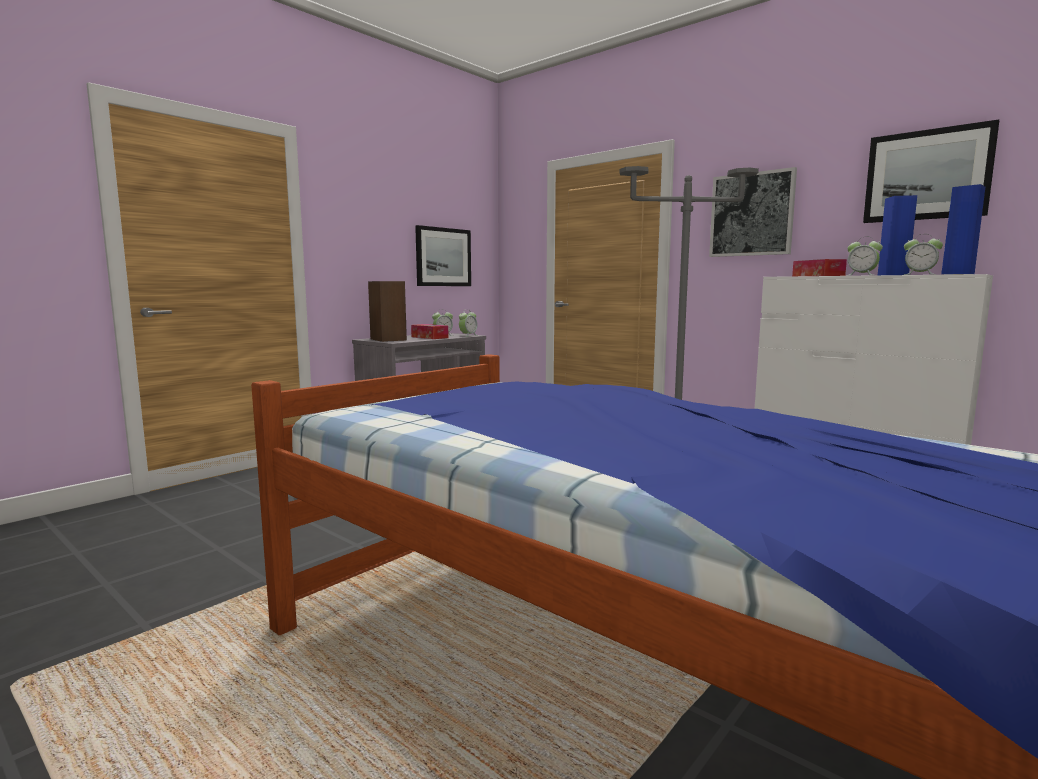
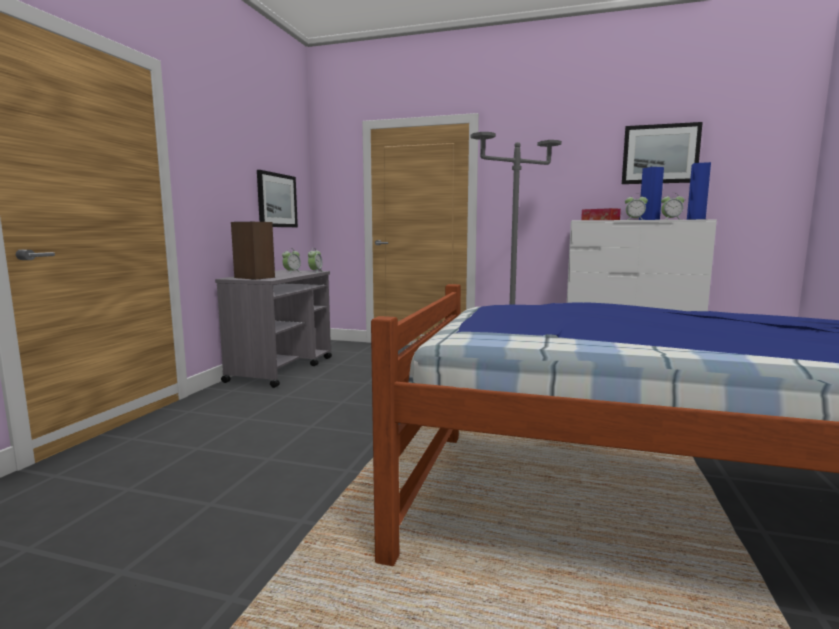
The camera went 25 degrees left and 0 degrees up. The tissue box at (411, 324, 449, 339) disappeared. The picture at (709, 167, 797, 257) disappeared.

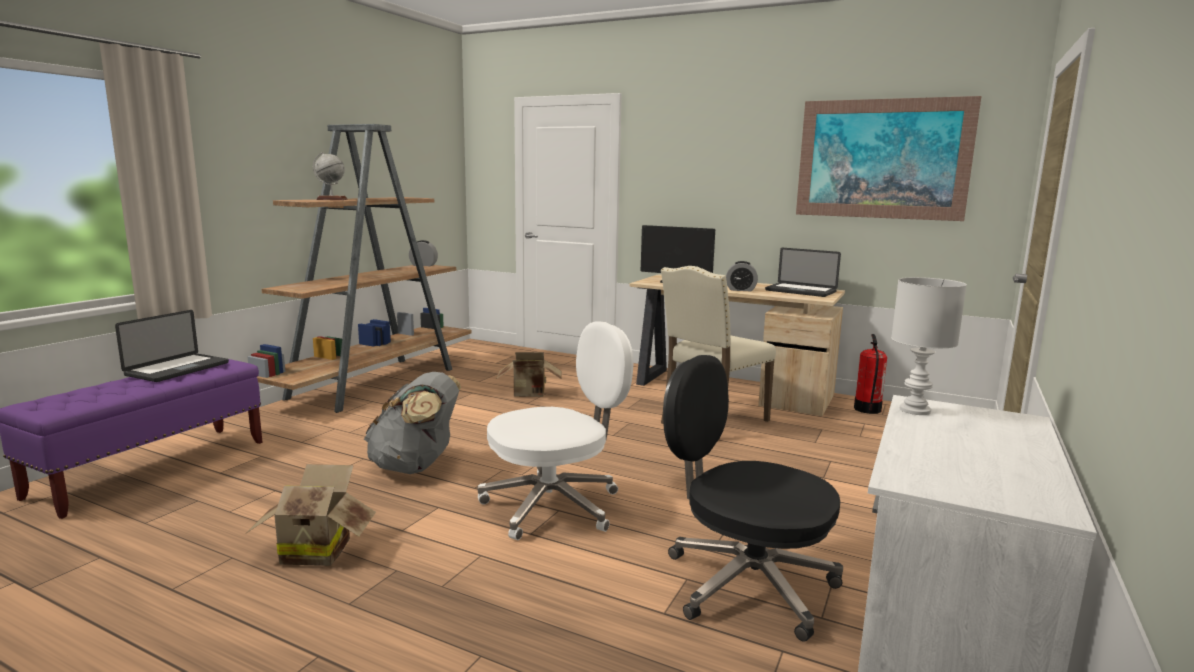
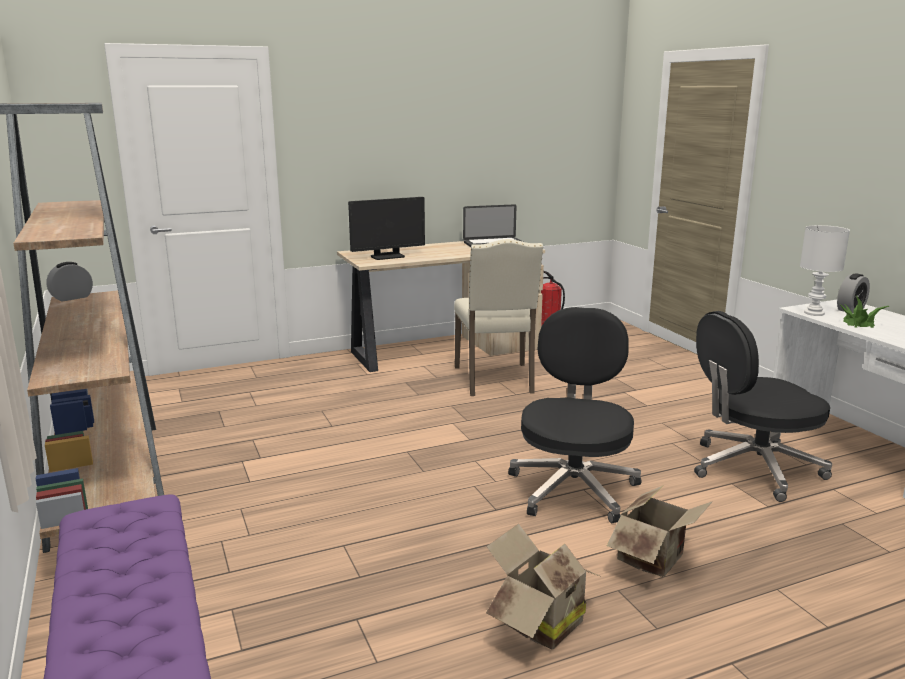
The camera went 50 degrees left and 5 degrees up. The white office chair at (477, 322, 633, 540) became the black office chair at (508, 307, 641, 523). The cardboard box moved from (497, 352, 562, 397) to (607, 485, 713, 577). The alarm clock moved from (726, 261, 758, 291) to (837, 273, 870, 313). The potted plant at (839, 296, 889, 328) appeared. The laptop at (115, 310, 229, 382) disappeared. The globe at (313, 152, 348, 200) disappeared. The grey backpack at (364, 372, 461, 474) disappeared. The picture at (796, 96, 981, 221) disappeared.

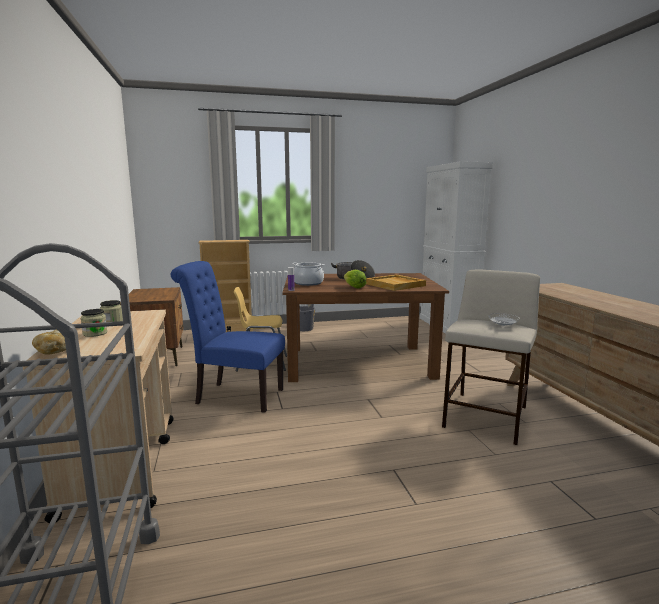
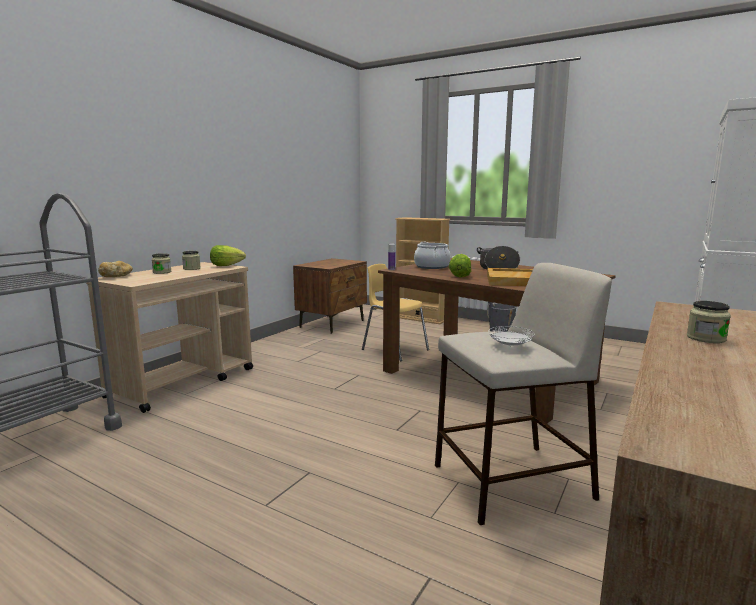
The camera went 45 degrees right and 0 degrees up. The lettuce at (210, 245, 246, 266) appeared. The jar at (687, 301, 731, 343) appeared. The blue chair at (171, 261, 285, 413) disappeared.

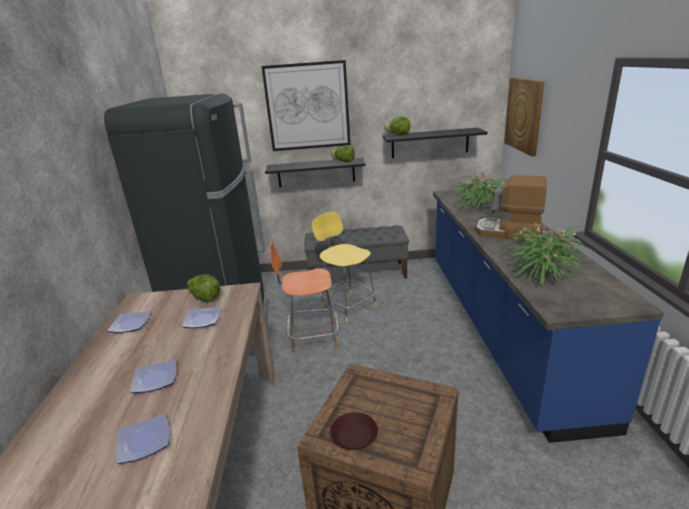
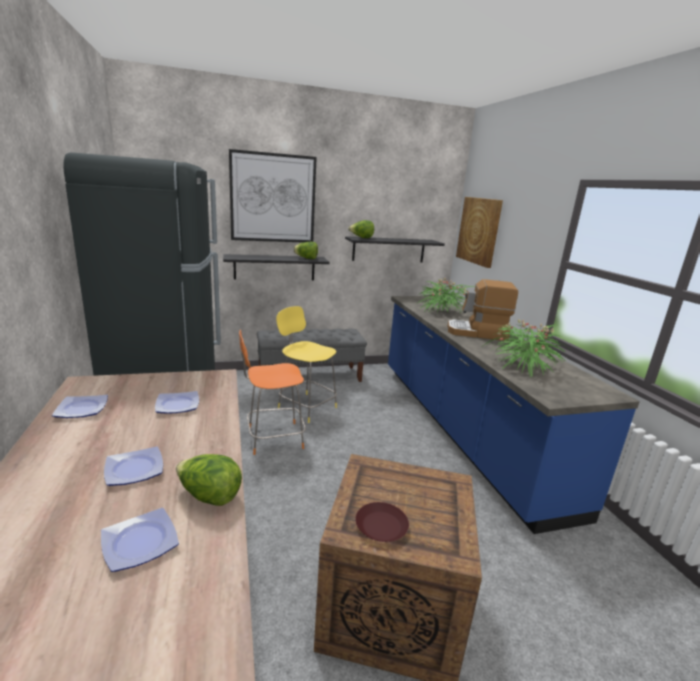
The camera went 15 degrees left and 5 degrees down. The lettuce moved from (187, 274, 220, 302) to (176, 454, 242, 506).

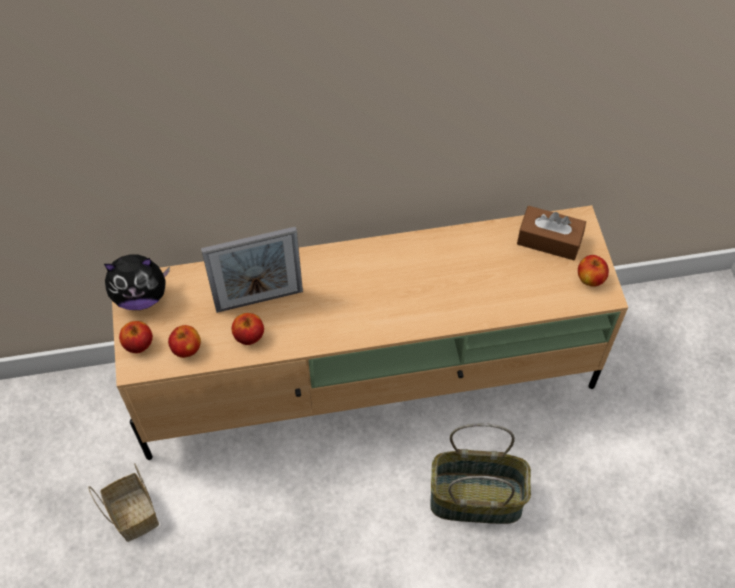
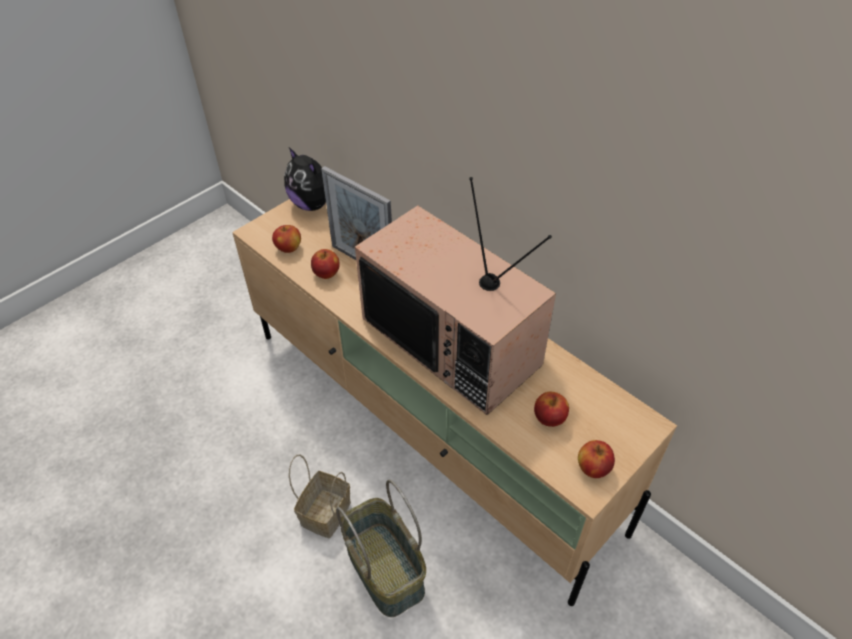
The camera went 55 degrees right and 10 degrees down. The basket moved from (88, 463, 159, 542) to (289, 454, 351, 538). The television at (355, 177, 556, 415) appeared. The apple moved from (119, 321, 153, 353) to (534, 392, 569, 427). The brown tissue box at (517, 206, 586, 260) disappeared.

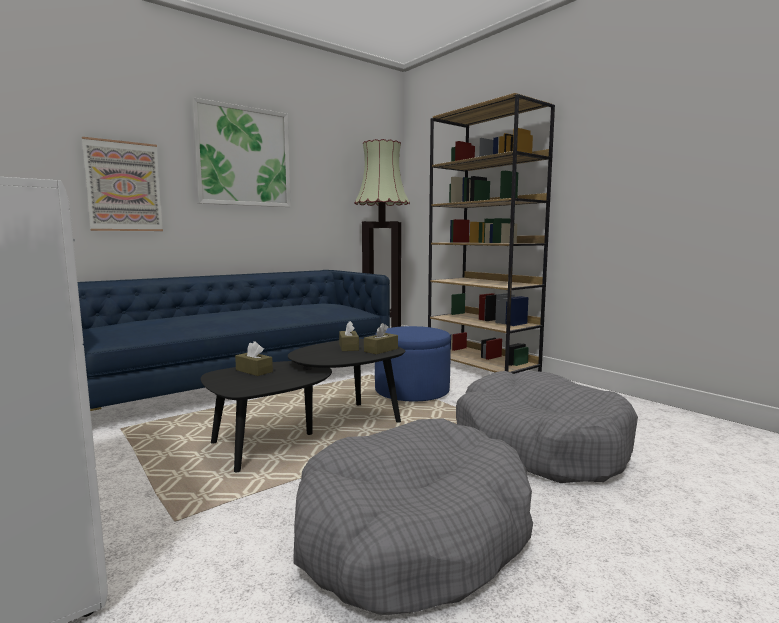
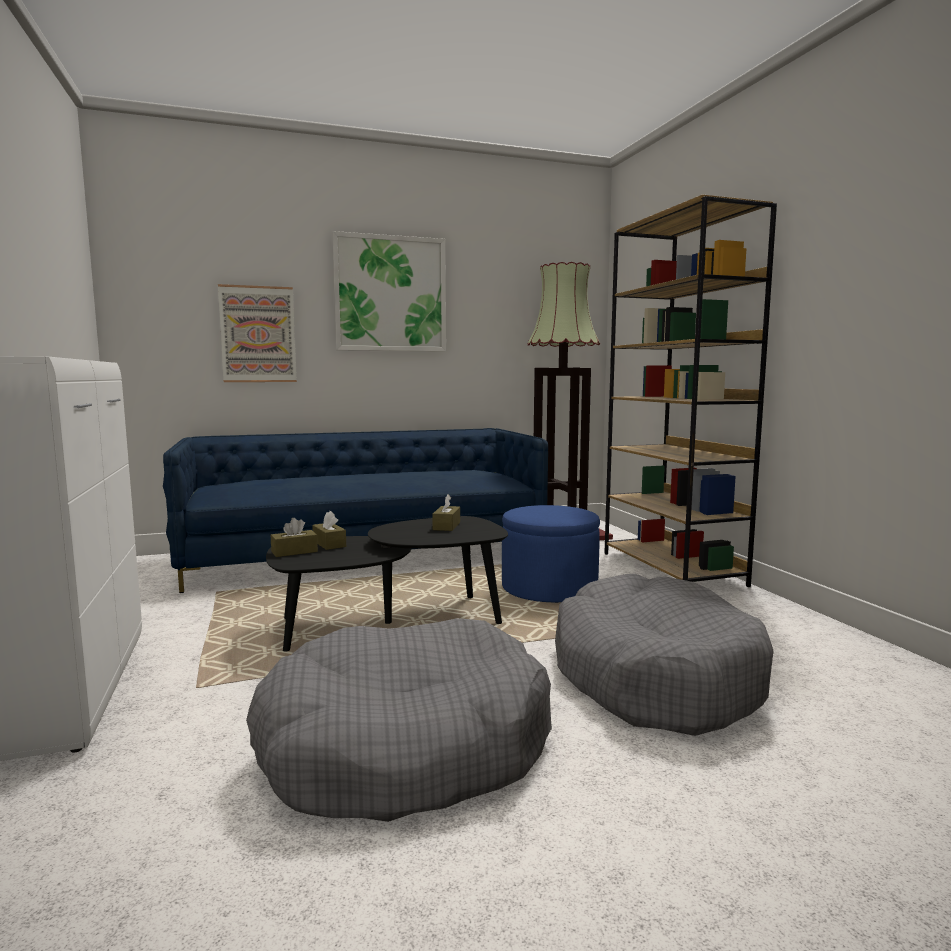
The camera went 20 degrees right and 0 degrees up. The brown tissue box moved from (364, 323, 398, 354) to (271, 517, 318, 557).

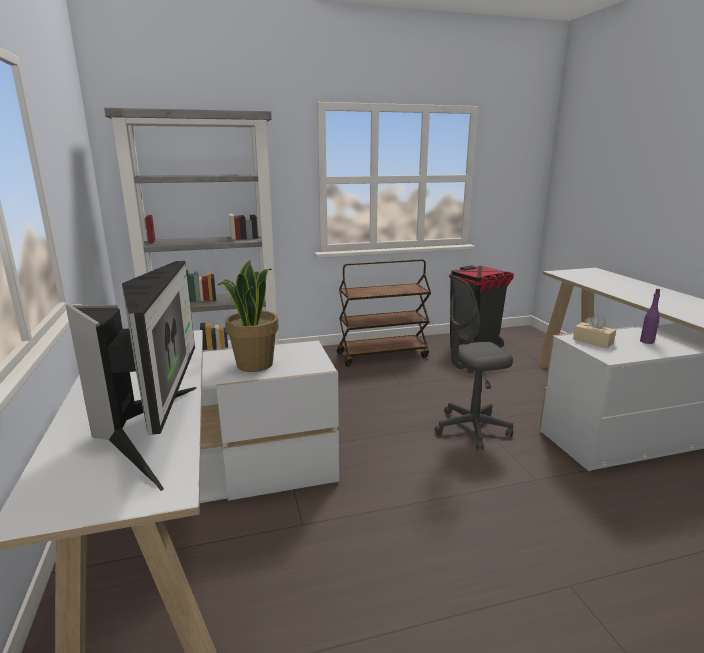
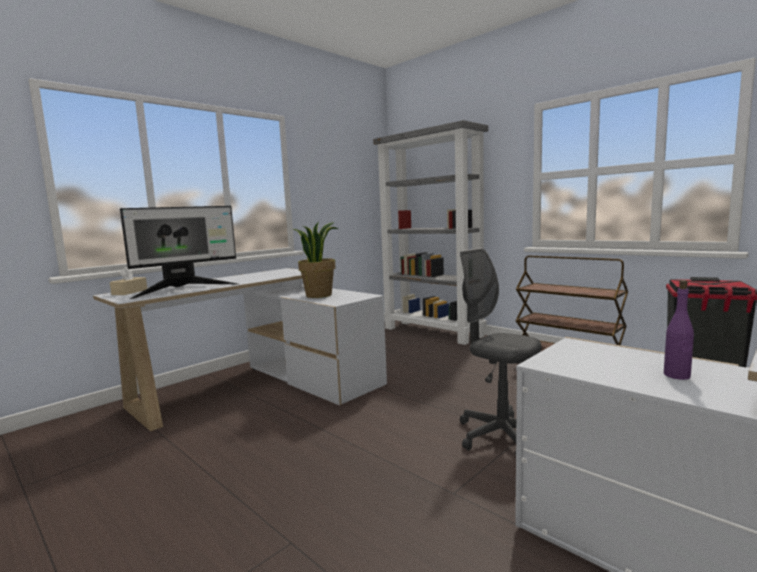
The camera went 60 degrees right and 10 degrees down. The beige tissue box moved from (573, 315, 616, 348) to (110, 267, 147, 295).

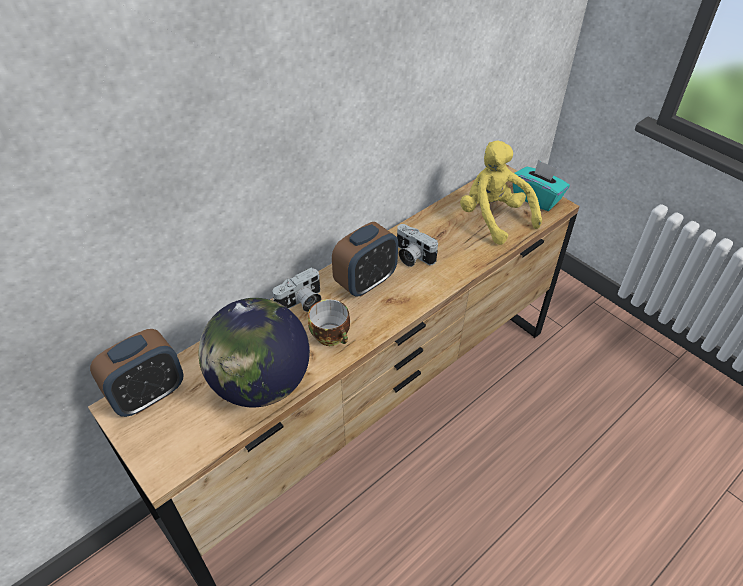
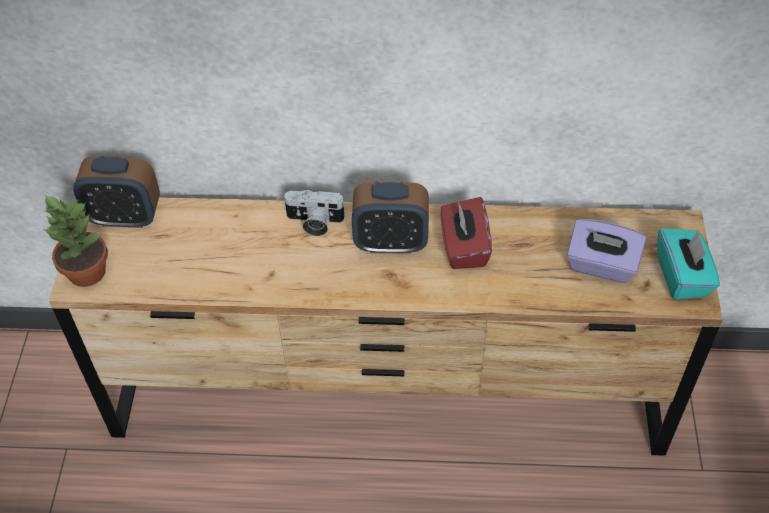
The camera went 45 degrees right and 5 degrees up. The potted plant at (42, 195, 108, 287) appeared. The photo camera at (397, 224, 438, 267) was replaced by the red tissue box at (441, 197, 492, 269). The yellow plush toy at (460, 140, 542, 245) was replaced by the purple tissue box at (567, 219, 646, 283). The globe at (199, 298, 310, 407) disappeared. The cup at (308, 299, 350, 346) disappeared.

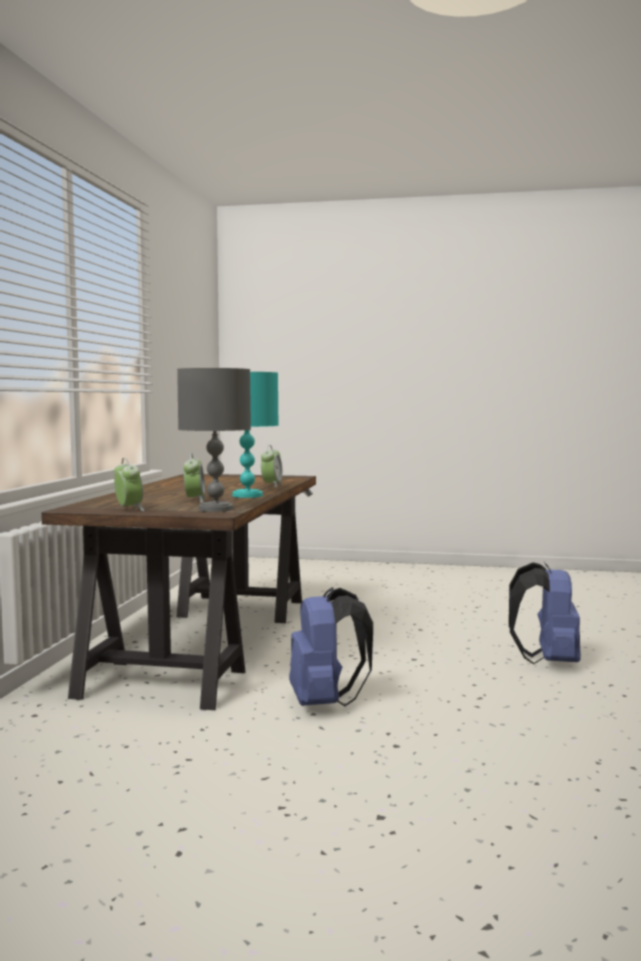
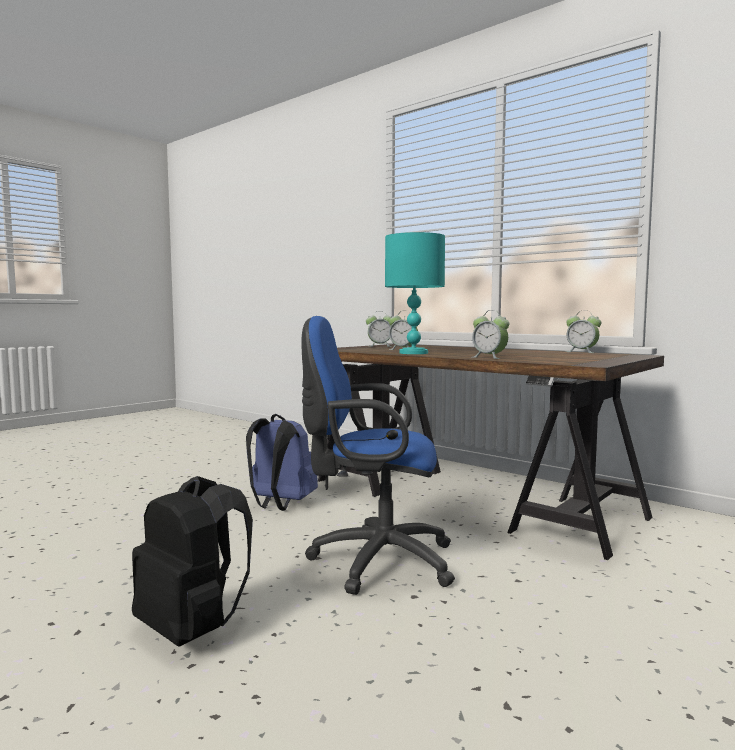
The camera went 120 degrees right and 0 degrees up. The blue backpack at (509, 562, 581, 664) became the black backpack at (132, 476, 253, 647). The blue office chair at (302, 316, 455, 595) appeared. The alarm clock at (566, 310, 602, 353) appeared. The grey table lamp at (177, 368, 251, 512) disappeared.

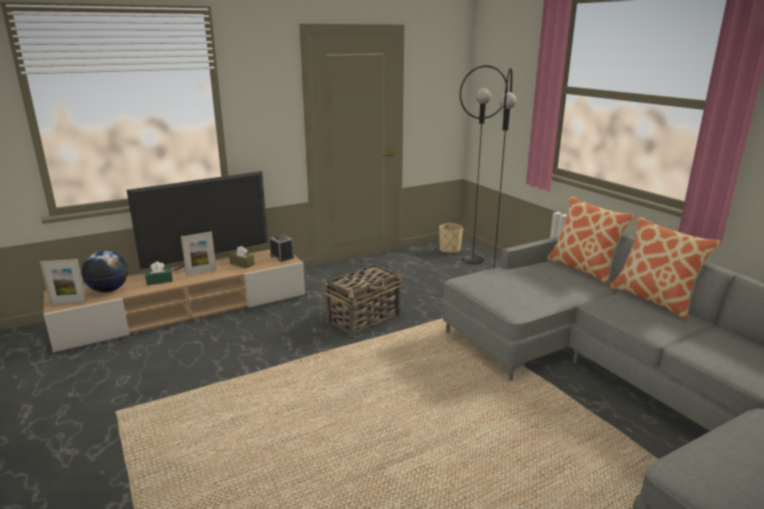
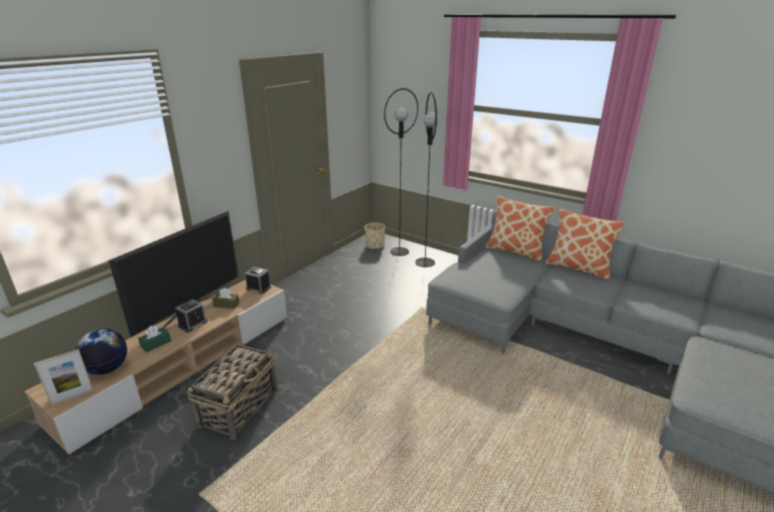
The camera went 25 degrees left and 5 degrees up. The picture frame at (181, 232, 217, 276) was replaced by the alarm clock at (175, 299, 208, 332). The basket moved from (323, 264, 402, 337) to (187, 344, 277, 440).

